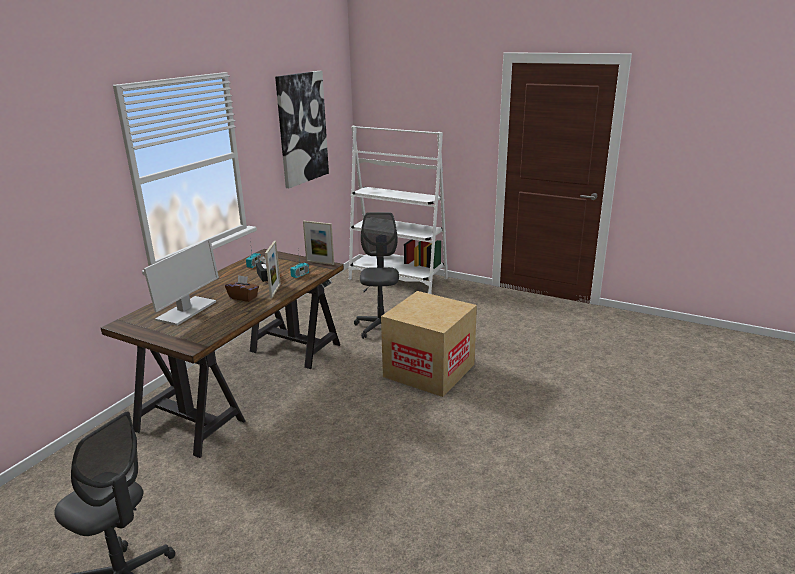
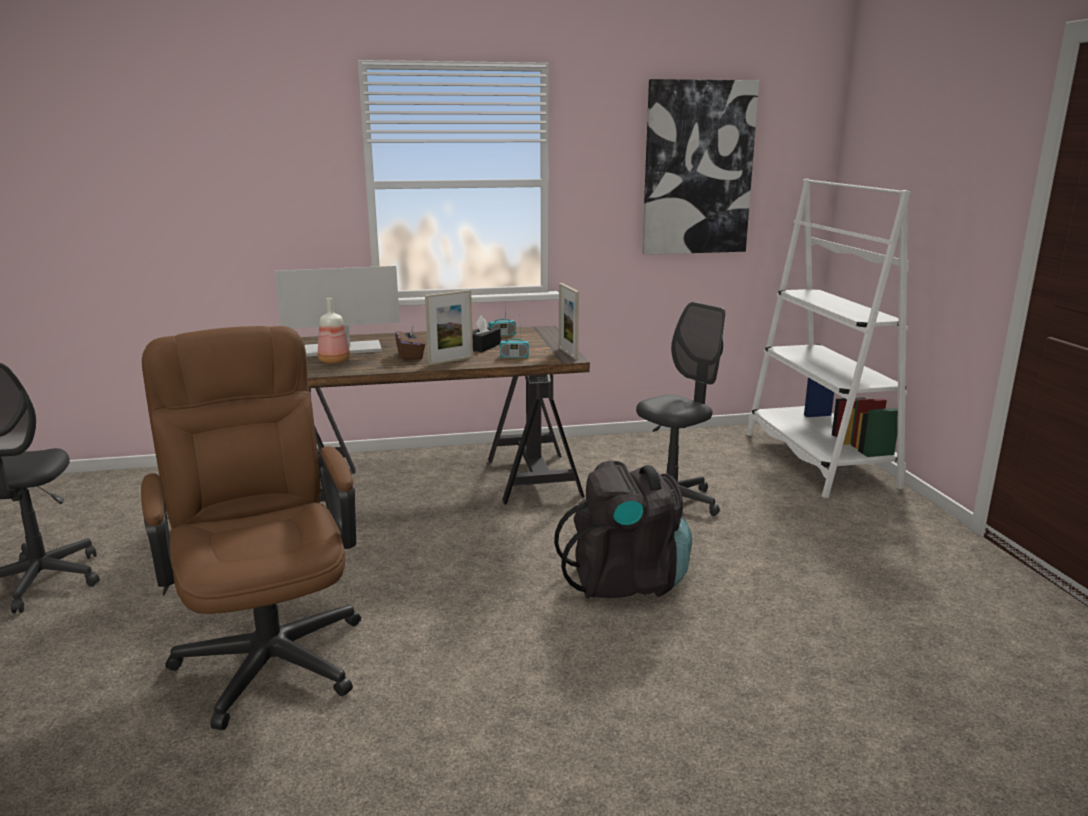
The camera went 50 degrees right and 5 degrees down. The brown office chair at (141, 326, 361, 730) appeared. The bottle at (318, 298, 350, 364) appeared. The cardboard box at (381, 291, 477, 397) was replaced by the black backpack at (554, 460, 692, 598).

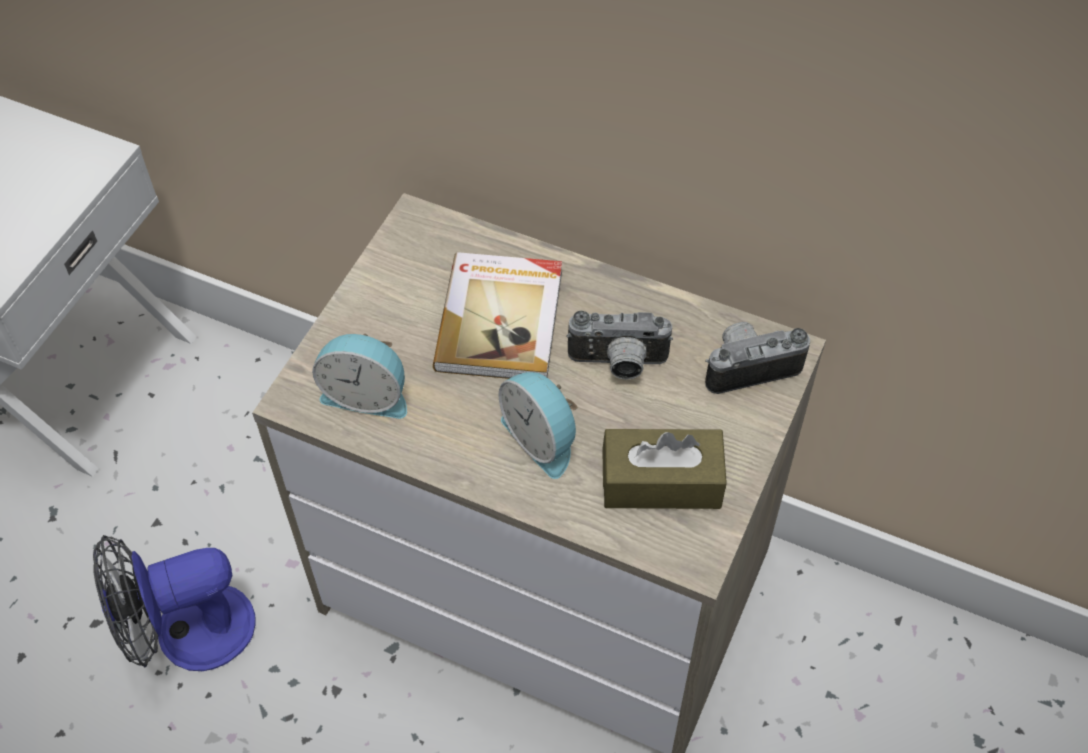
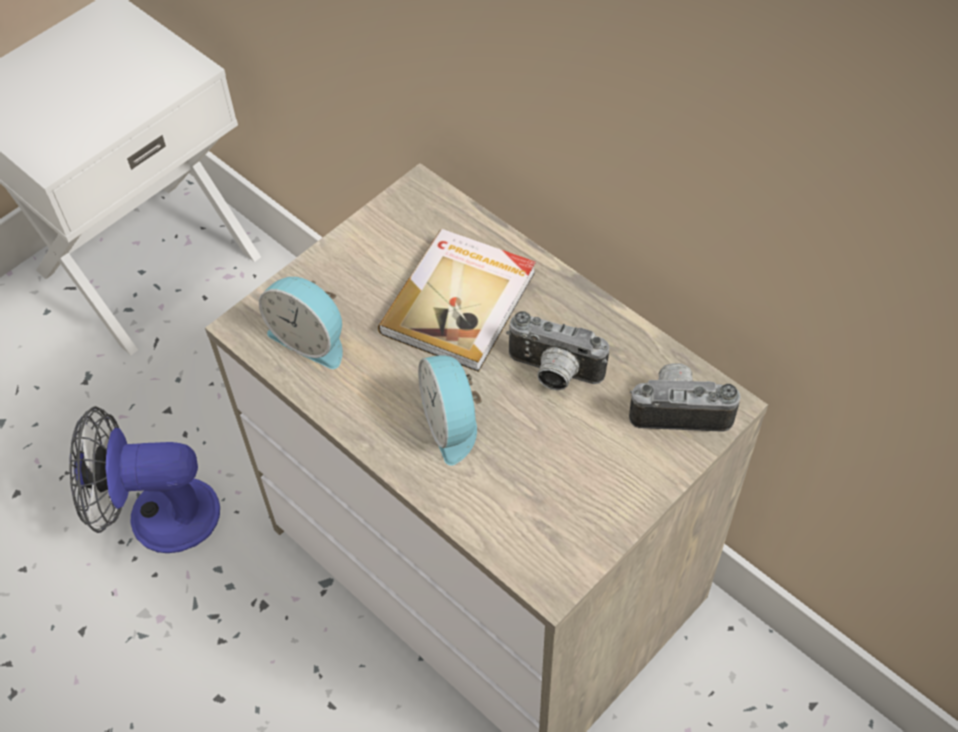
The camera went 20 degrees right and 0 degrees up. The brown tissue box at (602, 429, 727, 509) disappeared.

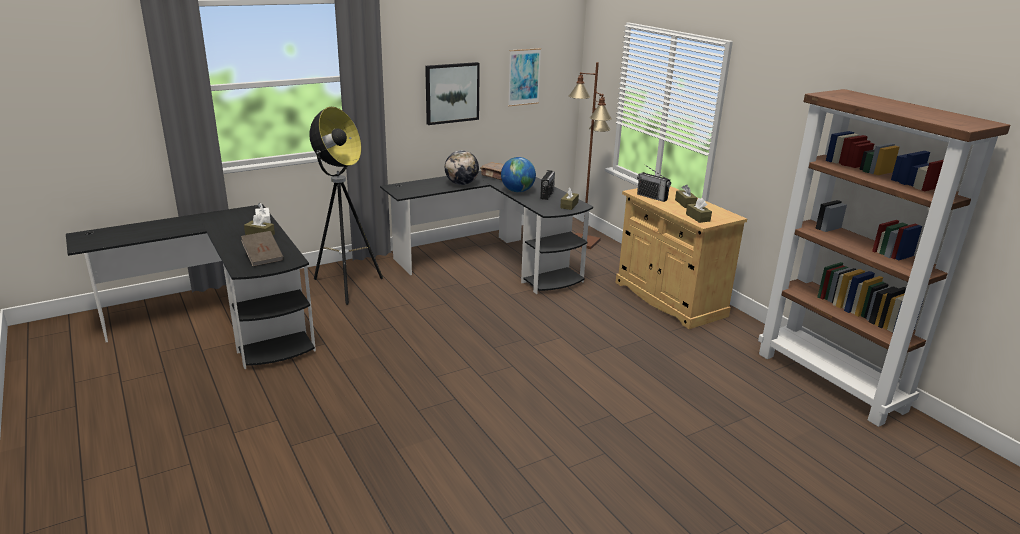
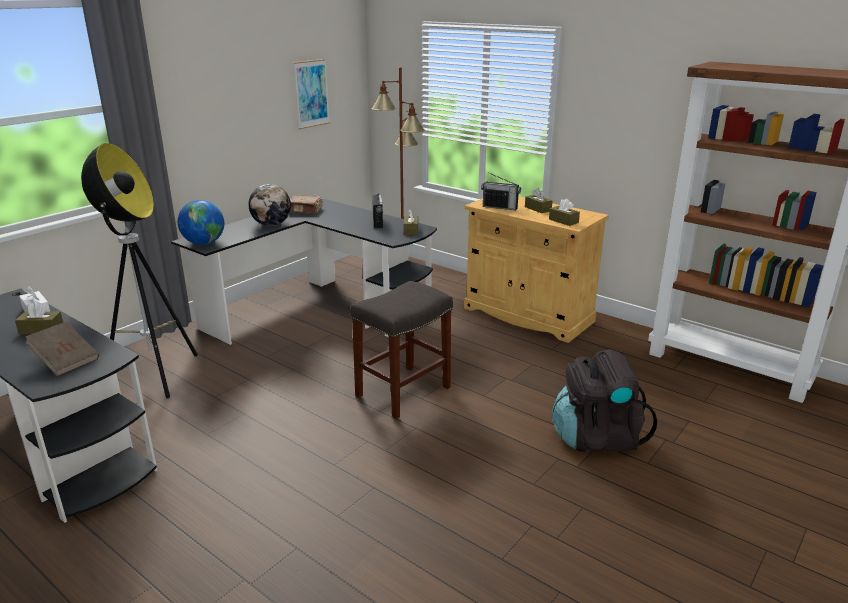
The camera went 20 degrees left and 0 degrees up. The globe moved from (501, 157, 536, 192) to (178, 200, 224, 245). The grey stool at (350, 281, 453, 419) appeared. The black backpack at (552, 349, 657, 452) appeared. The picture at (425, 62, 480, 125) disappeared.

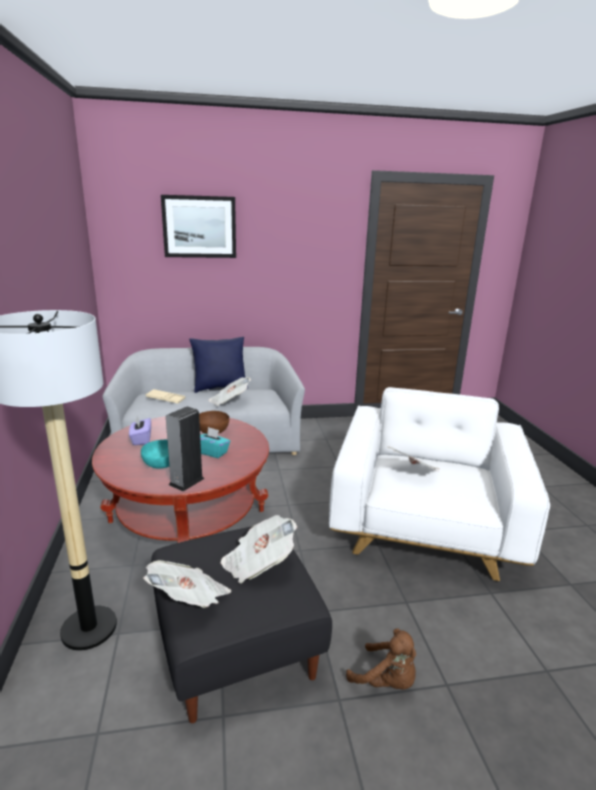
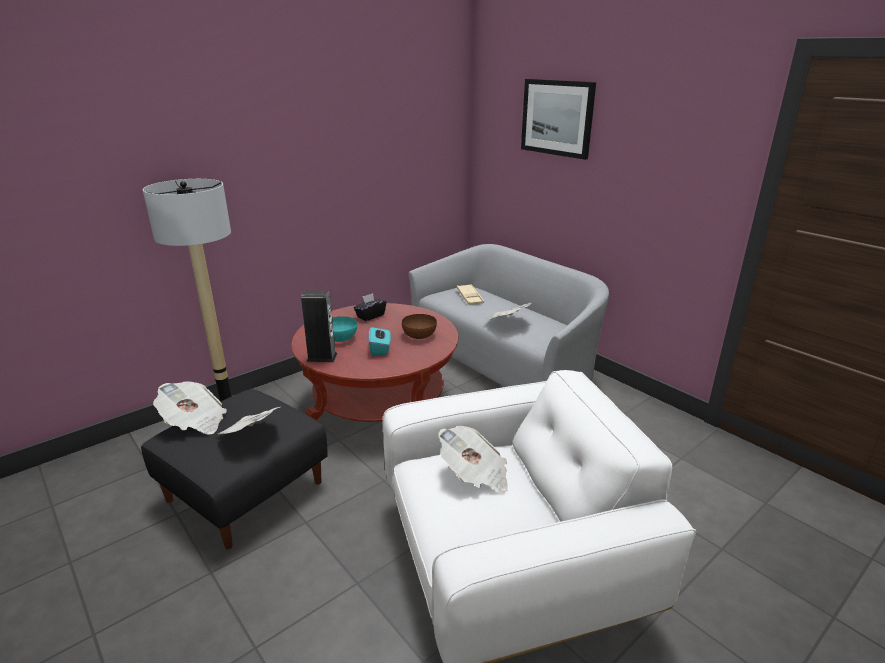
The camera went 60 degrees right and 5 degrees up. The purple tissue box at (129, 416, 151, 445) became the black tissue box at (354, 293, 387, 321). The blue pillow at (189, 337, 248, 393) disappeared. The brown plush toy at (346, 628, 416, 690) disappeared.

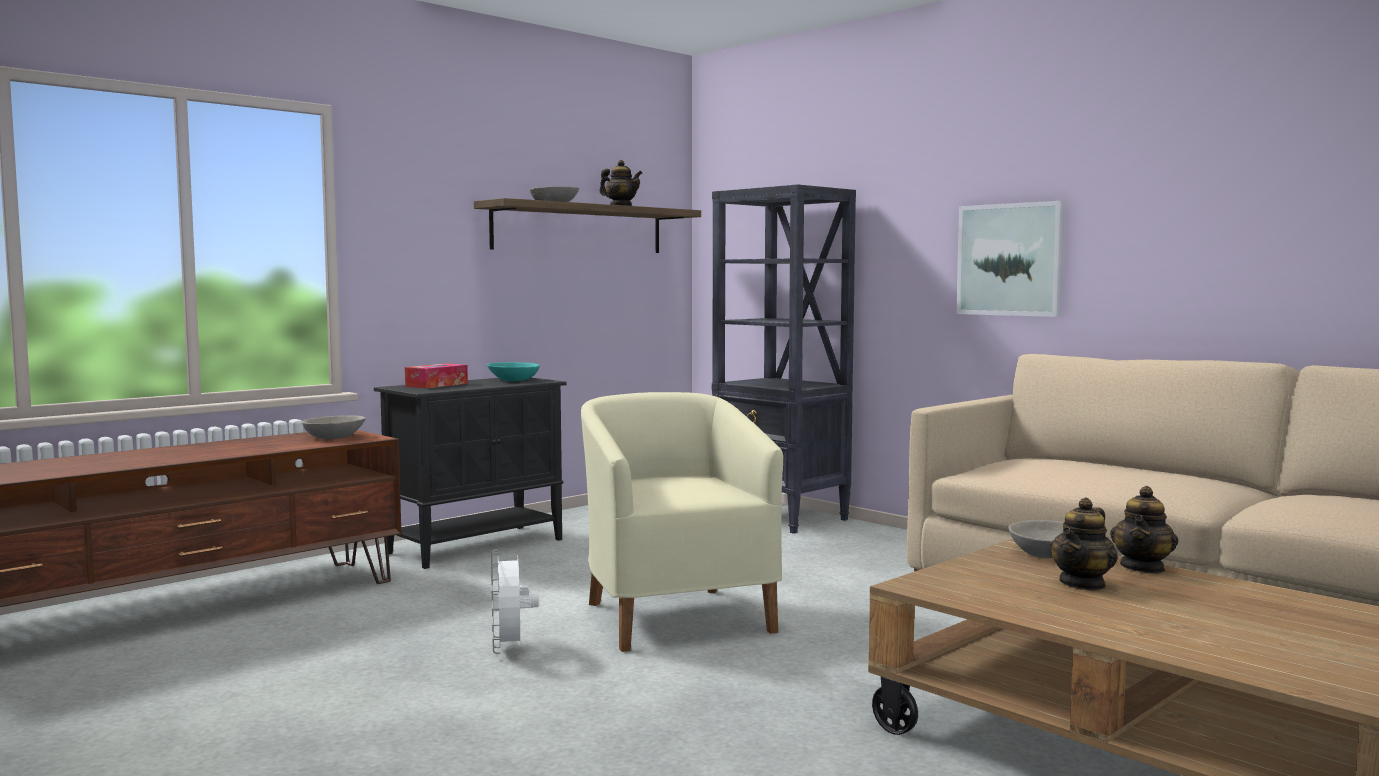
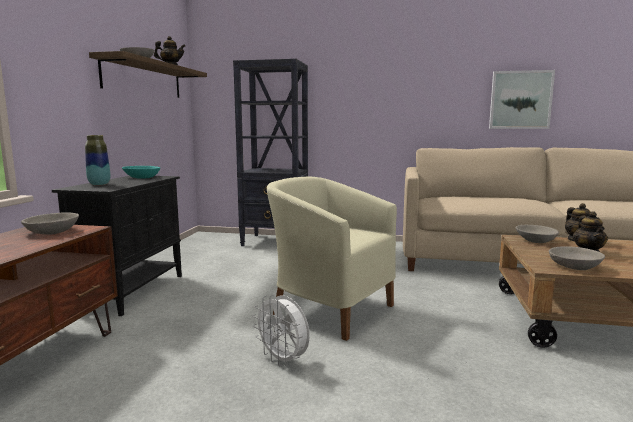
The camera went 35 degrees left and 5 degrees up. The tissue box at (405, 363, 468, 388) was replaced by the vase at (85, 135, 110, 185). The picture moved from (956, 201, 1065, 317) to (489, 70, 555, 129). The grey bowl at (549, 246, 605, 270) appeared.

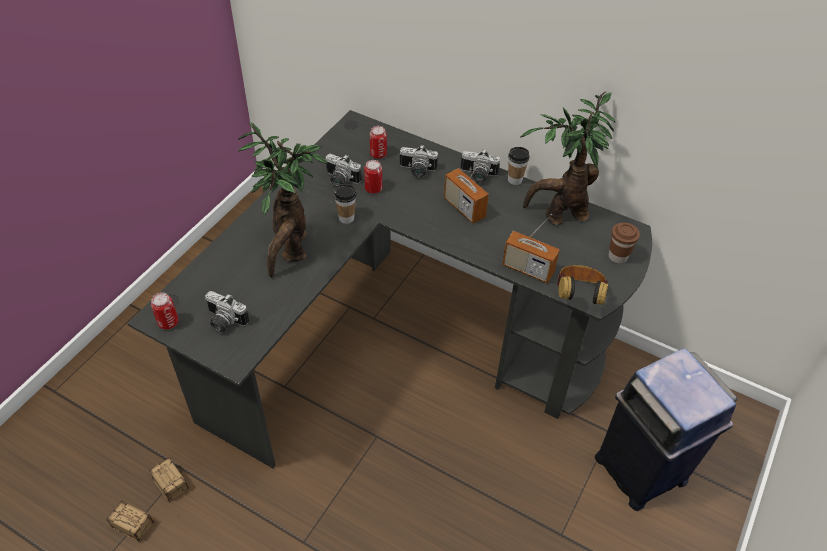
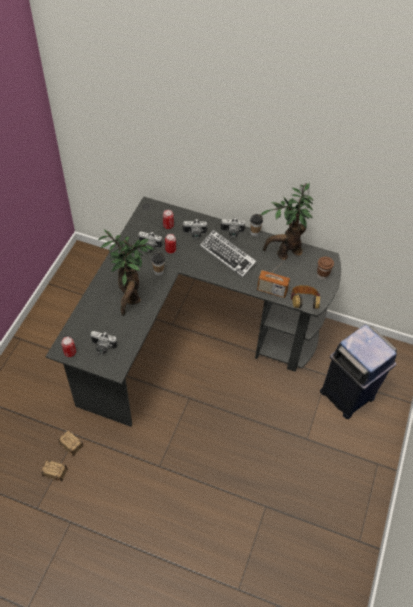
The camera went 10 degrees left and 5 degrees up. The radio at (444, 156, 489, 223) was replaced by the keyboard at (200, 230, 257, 277).

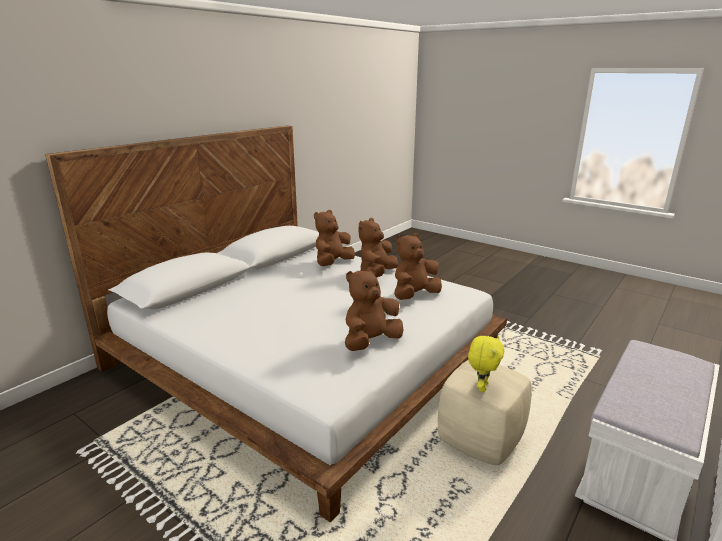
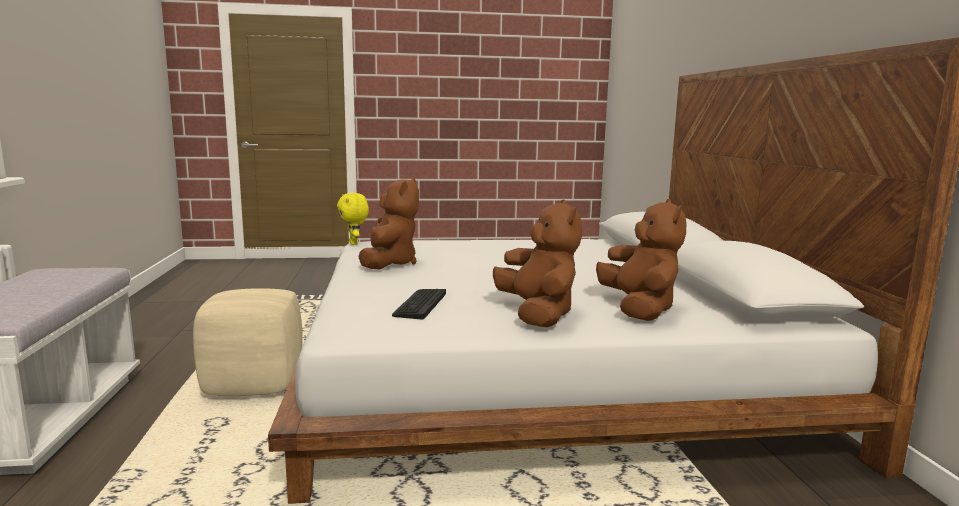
The camera went 135 degrees right and 10 degrees down. The yellow plush toy moved from (468, 336, 504, 392) to (337, 193, 369, 245). The brown plush toy at (394, 233, 442, 300) was replaced by the keyboard at (392, 289, 446, 320).

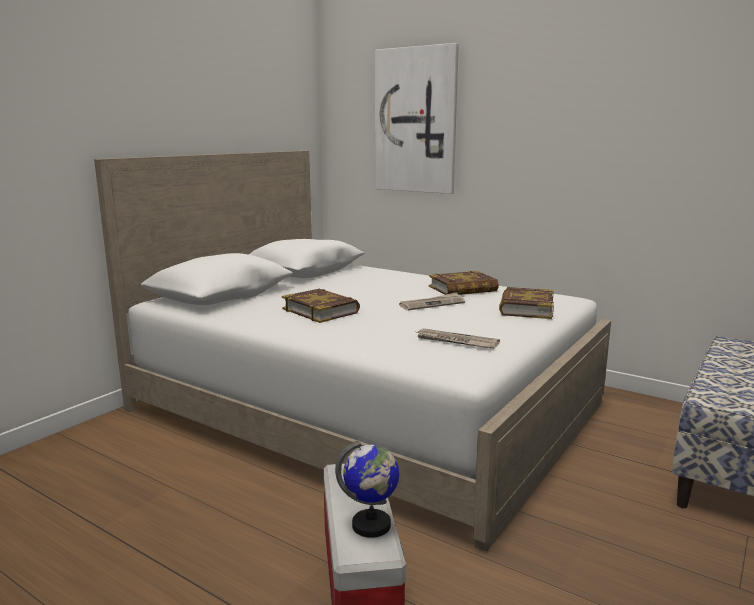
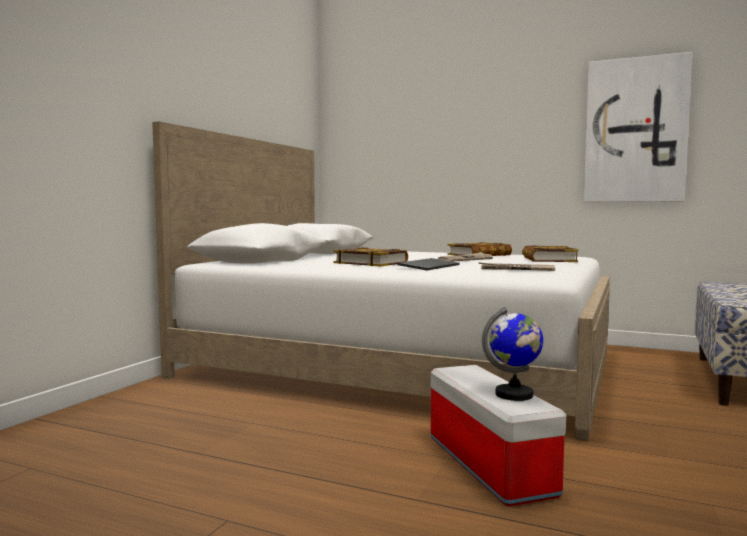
The camera went 10 degrees left and 10 degrees down. The keyboard at (397, 258, 460, 270) appeared. The picture moved from (375, 43, 459, 194) to (584, 52, 692, 202).

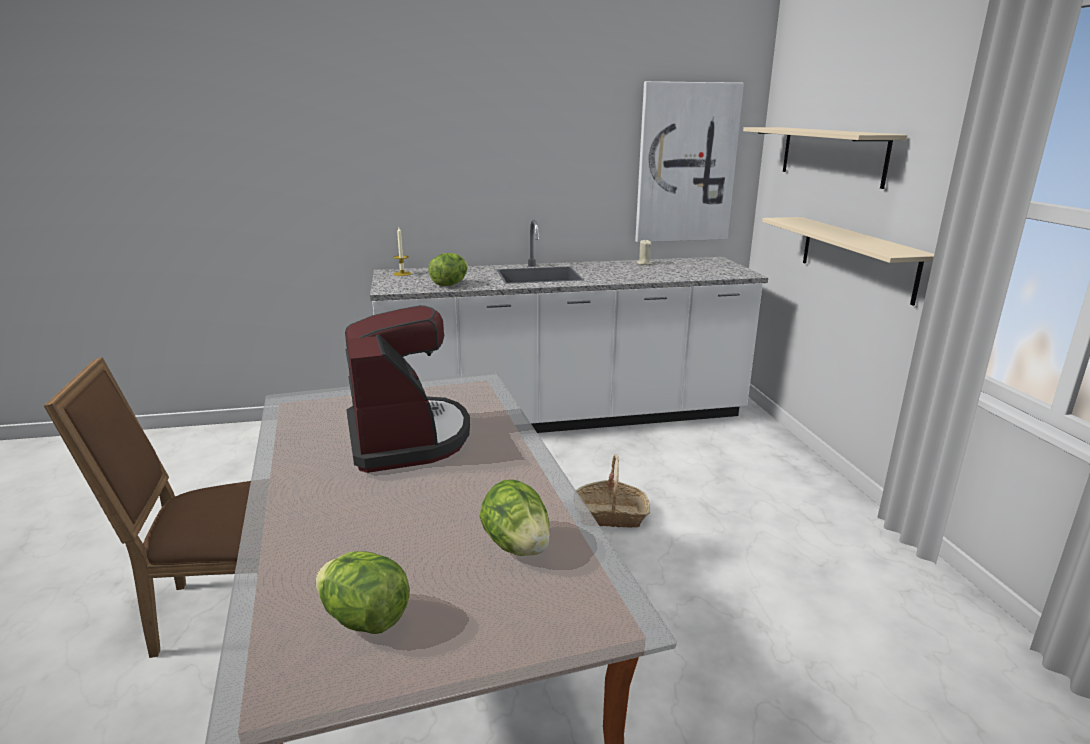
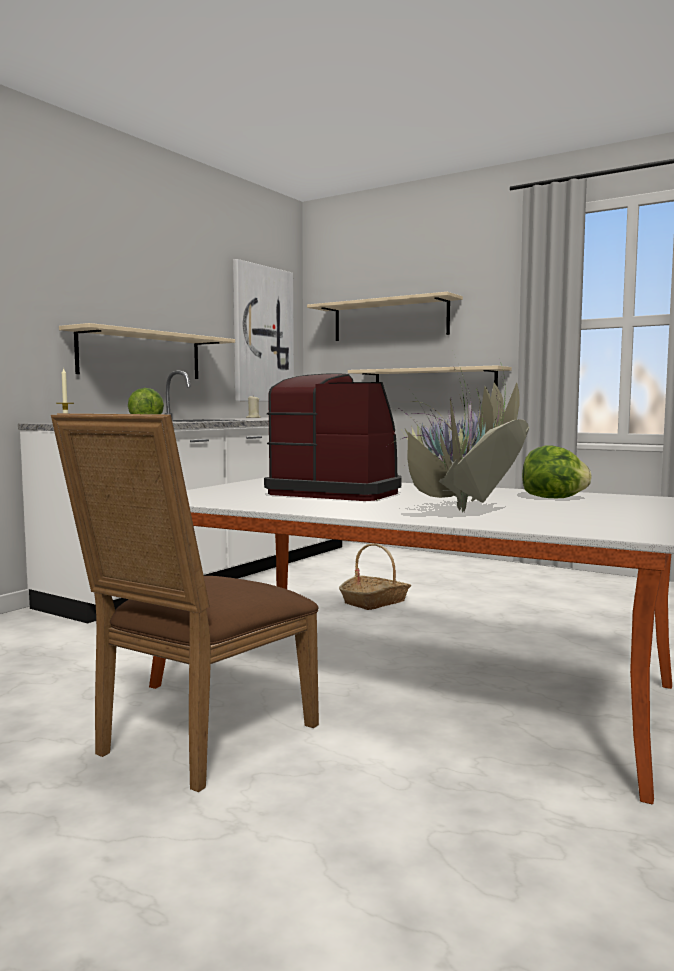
The camera went 45 degrees left and 15 degrees down. The beige shelf at (59, 323, 235, 379) appeared. The potted plant at (376, 352, 529, 513) appeared. The lettuce at (316, 551, 410, 634) disappeared.

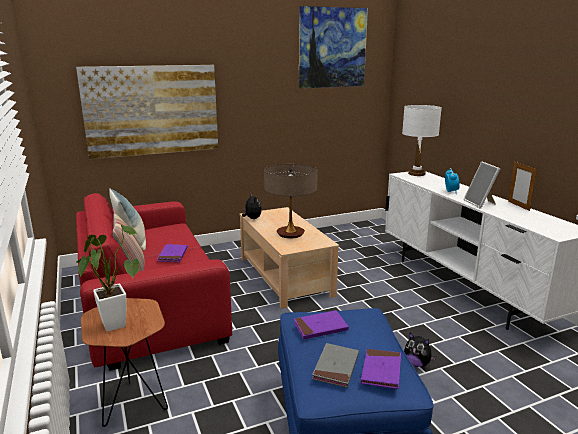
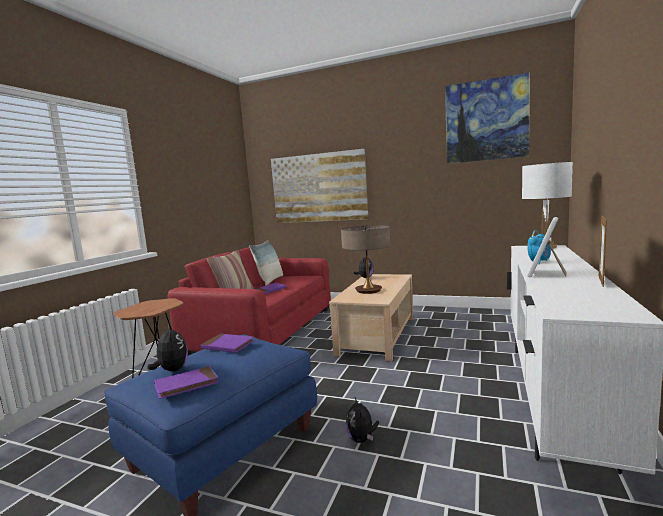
The camera went 45 degrees right and 10 degrees down. The grey book at (312, 343, 359, 388) was replaced by the plush toy at (147, 325, 188, 372). The potted plant at (76, 225, 140, 332) disappeared.

